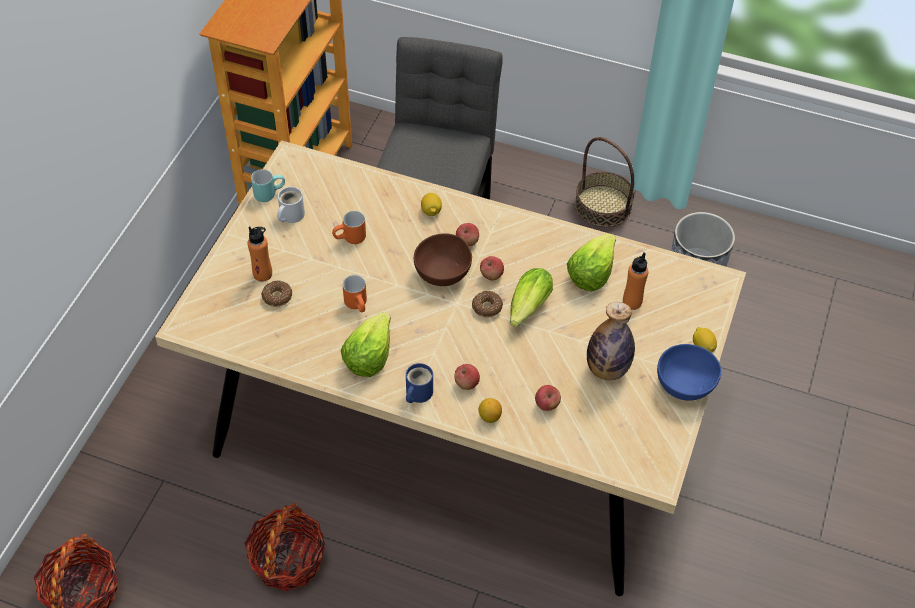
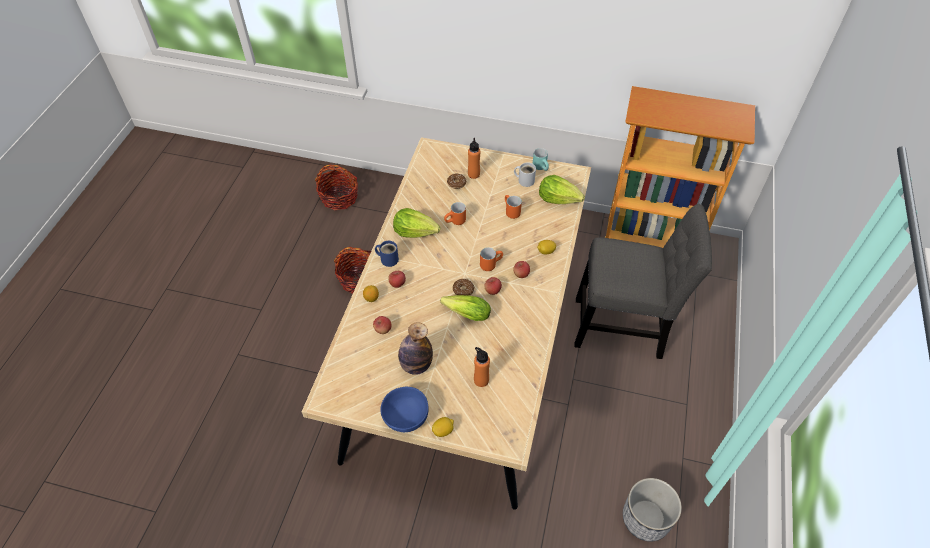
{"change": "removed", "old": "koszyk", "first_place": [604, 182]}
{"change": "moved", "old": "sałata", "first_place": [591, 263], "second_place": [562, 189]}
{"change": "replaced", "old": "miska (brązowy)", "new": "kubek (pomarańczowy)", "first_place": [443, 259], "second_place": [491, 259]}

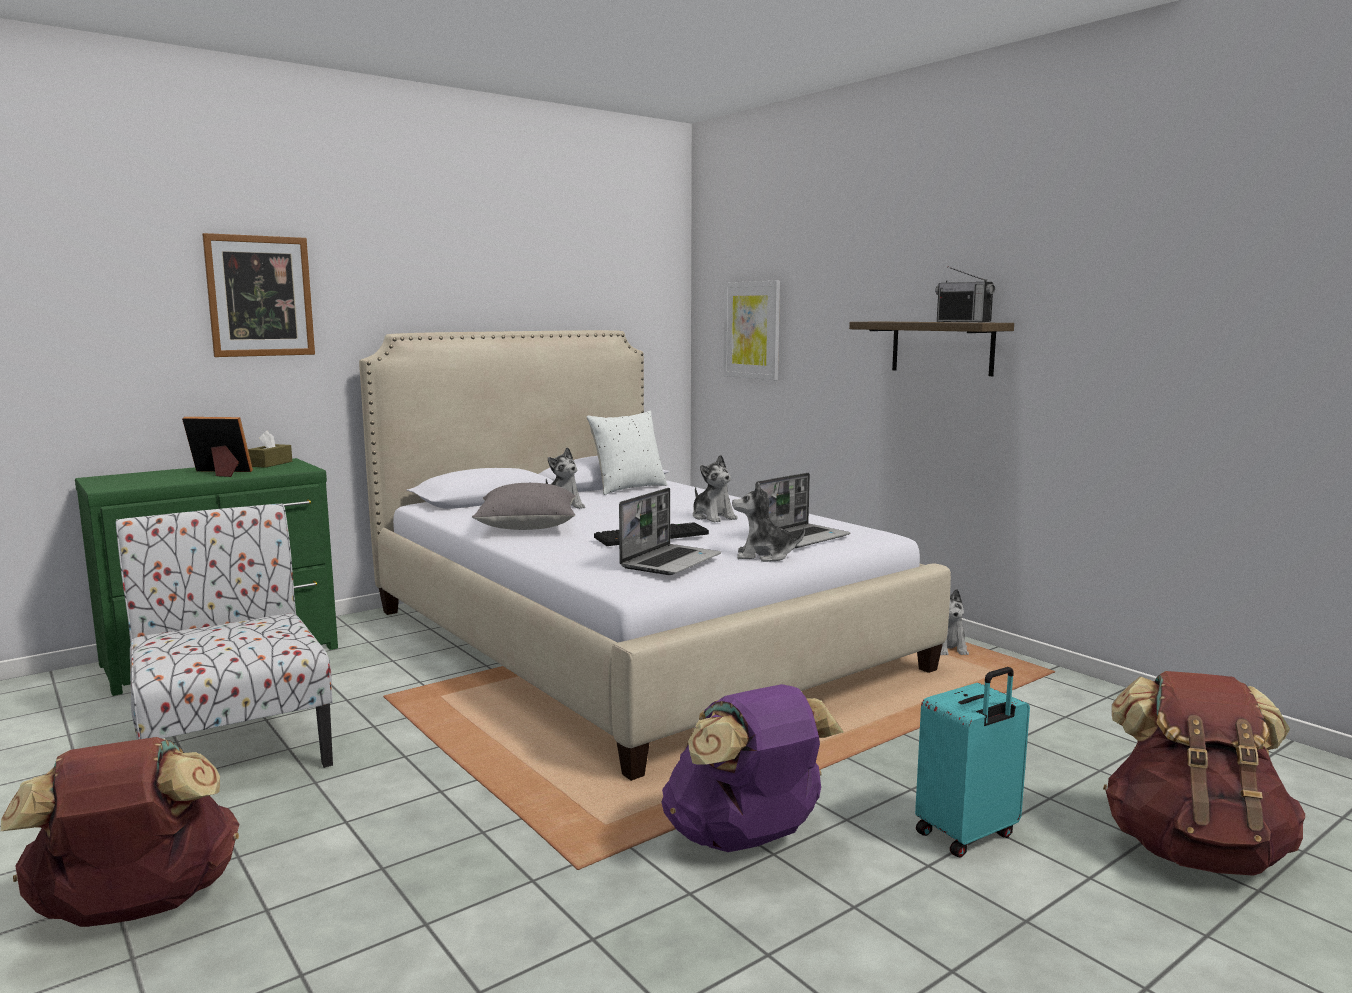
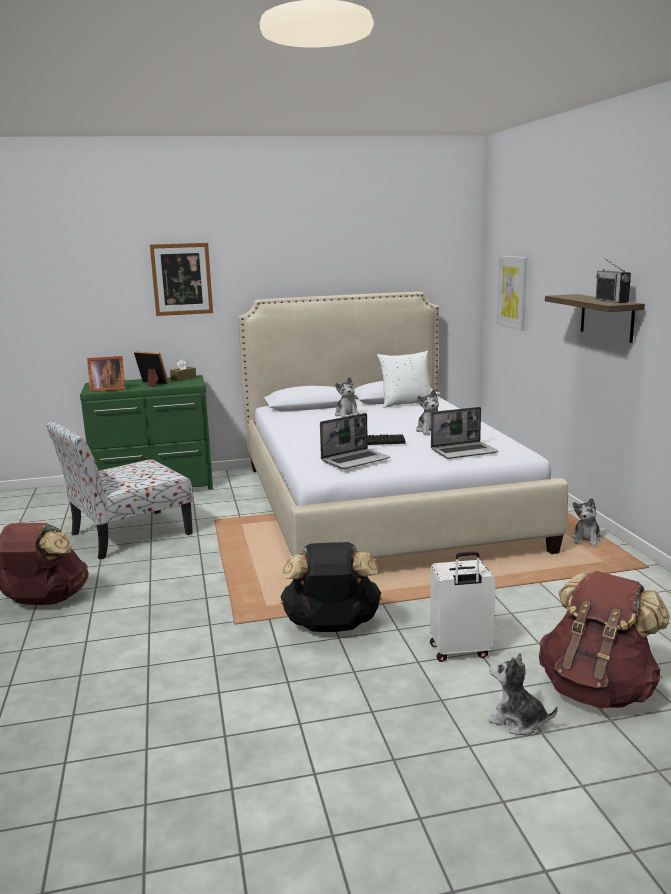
{"change": "removed", "old": "poduszka (szary)", "first_place": [524, 506]}
{"change": "added", "new": "ramka na zdjęcie", "second_place": [106, 374]}
{"change": "moved", "old": "pluszak", "first_place": [768, 522], "second_place": [523, 694]}
{"change": "recoloured", "old": "plecak (fioletowy)", "new": "plecak (czarny)", "first_place": [752, 768], "second_place": [331, 587]}
{"change": "recoloured", "old": "walizka (turkusowy)", "new": "walizka (biały)", "first_place": [972, 762], "second_place": [462, 606]}
{"change": "turned", "old": "krzesło", "first_place": [224, 635], "second_place": [119, 490], "degrees": -120}

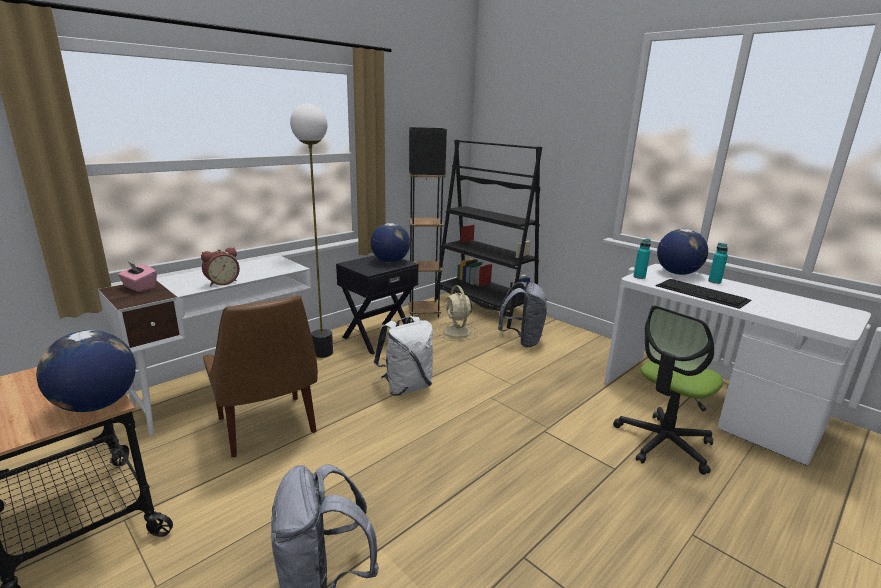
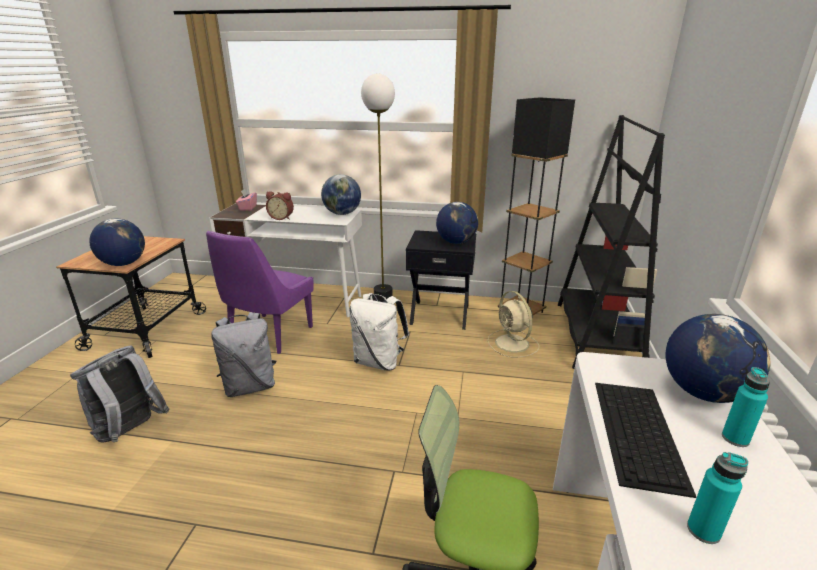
{"change": "added", "new": "globus", "second_place": [341, 194]}
{"change": "moved", "old": "plecak (szary)", "first_place": [522, 314], "second_place": [243, 354]}
{"change": "moved", "old": "butelka (turkusowy)", "first_place": [642, 259], "second_place": [717, 498]}
{"change": "recoloured", "old": "krzesło (brązowy)", "new": "krzesło (fioletowy)", "first_place": [260, 376], "second_place": [259, 292]}
{"change": "turned", "old": "wentylator (beżowy)", "first_place": [458, 313], "second_place": [513, 324], "degrees": -60}

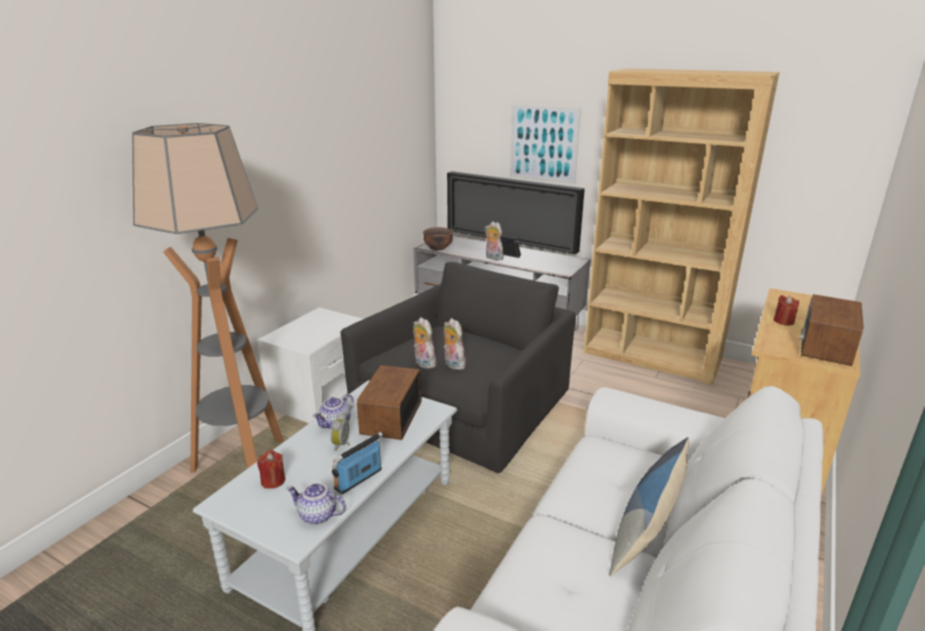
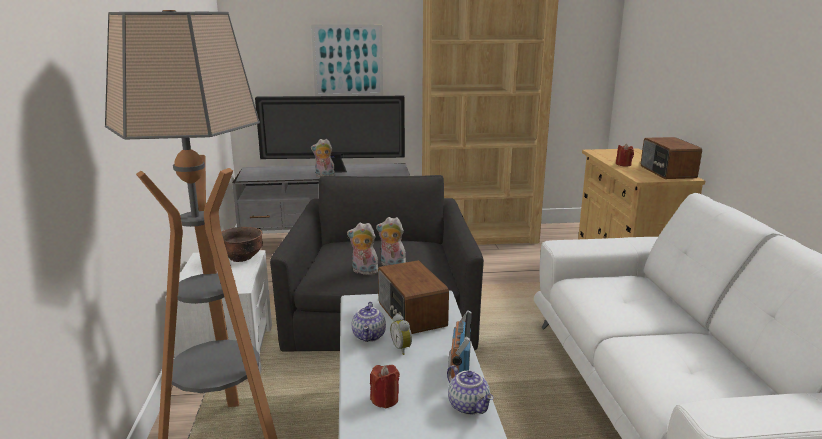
{"change": "removed", "old": "poduszka", "first_place": [649, 506]}
{"change": "moved", "old": "miska (brązowy)", "first_place": [438, 238], "second_place": [242, 244]}
{"change": "turned", "old": "imbryk", "first_place": [316, 504], "second_place": [470, 390], "degrees": -105}

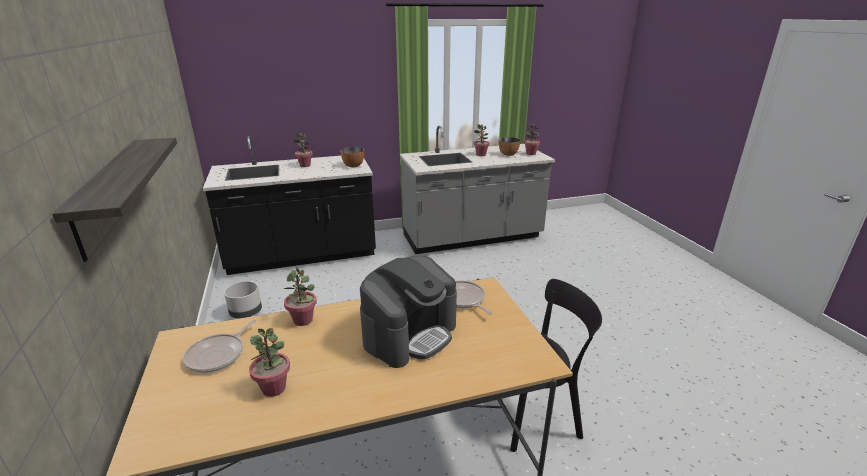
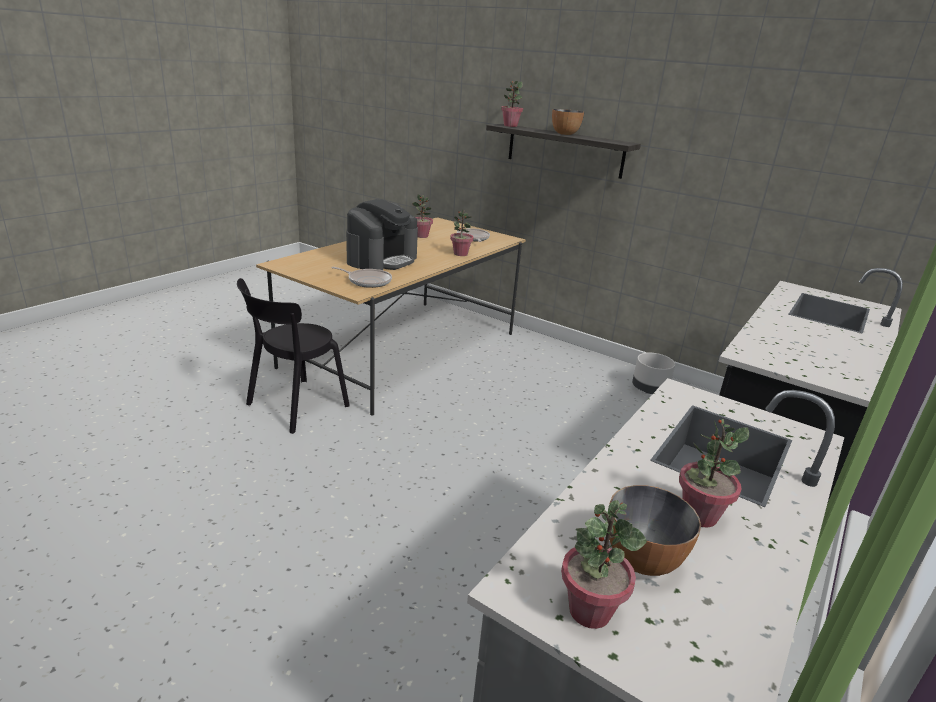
{"change": "moved", "old": "roślina doniczkowa", "first_place": [303, 150], "second_place": [512, 104]}
{"change": "moved", "old": "miska", "first_place": [352, 157], "second_place": [568, 122]}
{"change": "turned", "old": "ekspres do kawy", "first_place": [408, 312], "second_place": [382, 234], "degrees": -150}

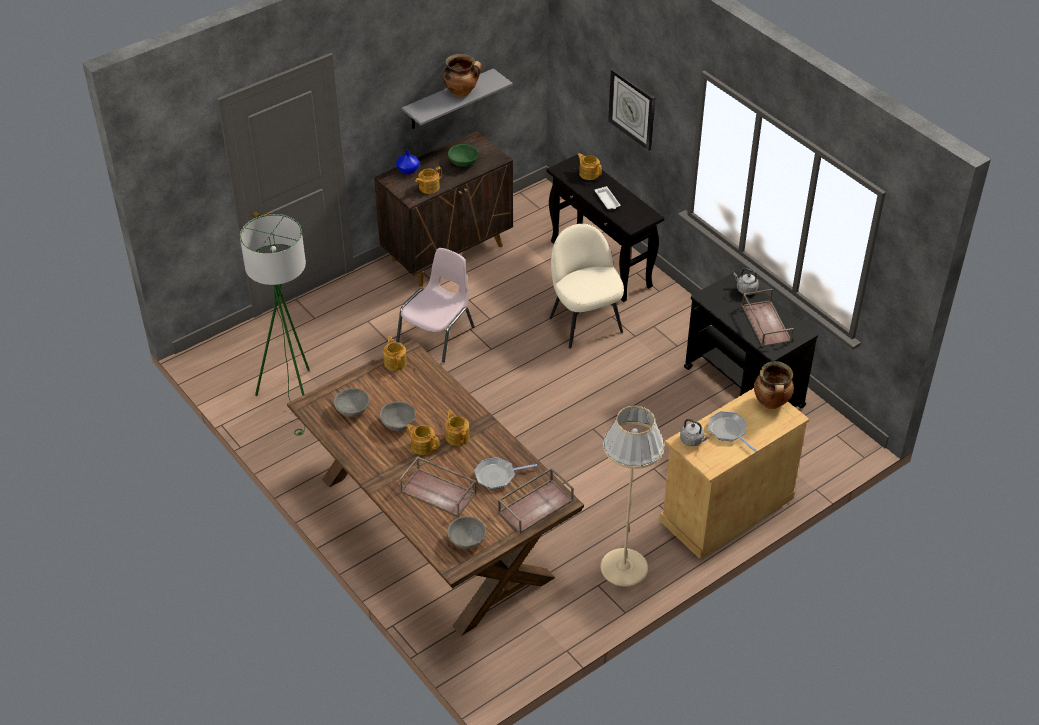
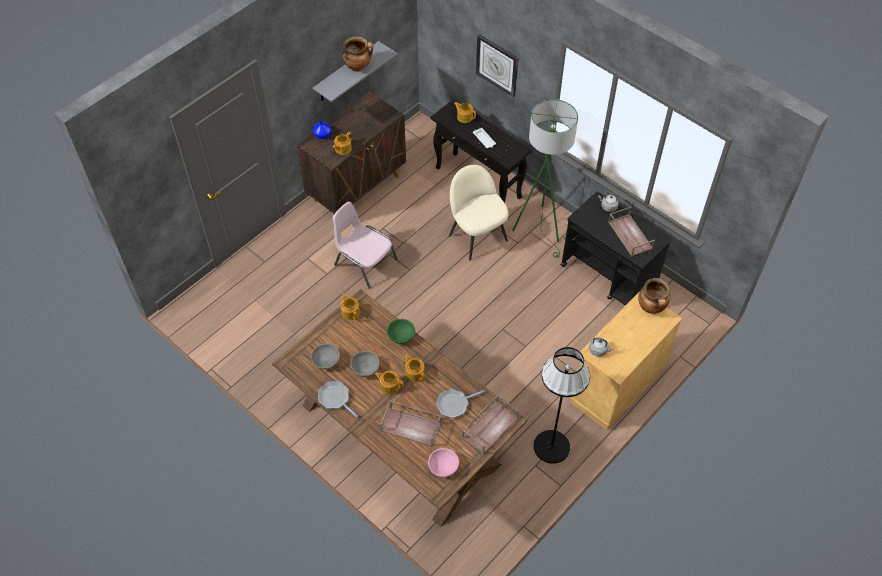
{"change": "moved", "old": "lampa stojąca (zielony)", "first_place": [275, 325], "second_place": [545, 178]}
{"change": "moved", "old": "miska (zielony)", "first_place": [463, 155], "second_place": [401, 331]}
{"change": "moved", "old": "patelnia", "first_place": [732, 432], "second_place": [338, 399]}
{"change": "recoloured", "old": "miska (szary)", "new": "miska (różowy)", "first_place": [466, 532], "second_place": [443, 462]}
{"change": "recoloured", "old": "lampa stojąca (beżowy)", "new": "lampa stojąca (czarny)", "first_place": [632, 496], "second_place": [561, 405]}
{"change": "turned", "old": "krzesło (różowy)", "first_place": [435, 305], "second_place": [365, 245], "degrees": -75}

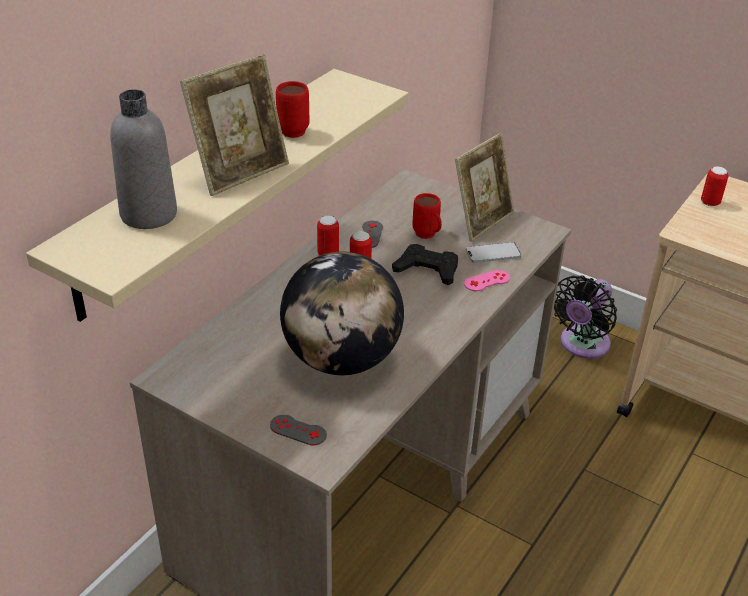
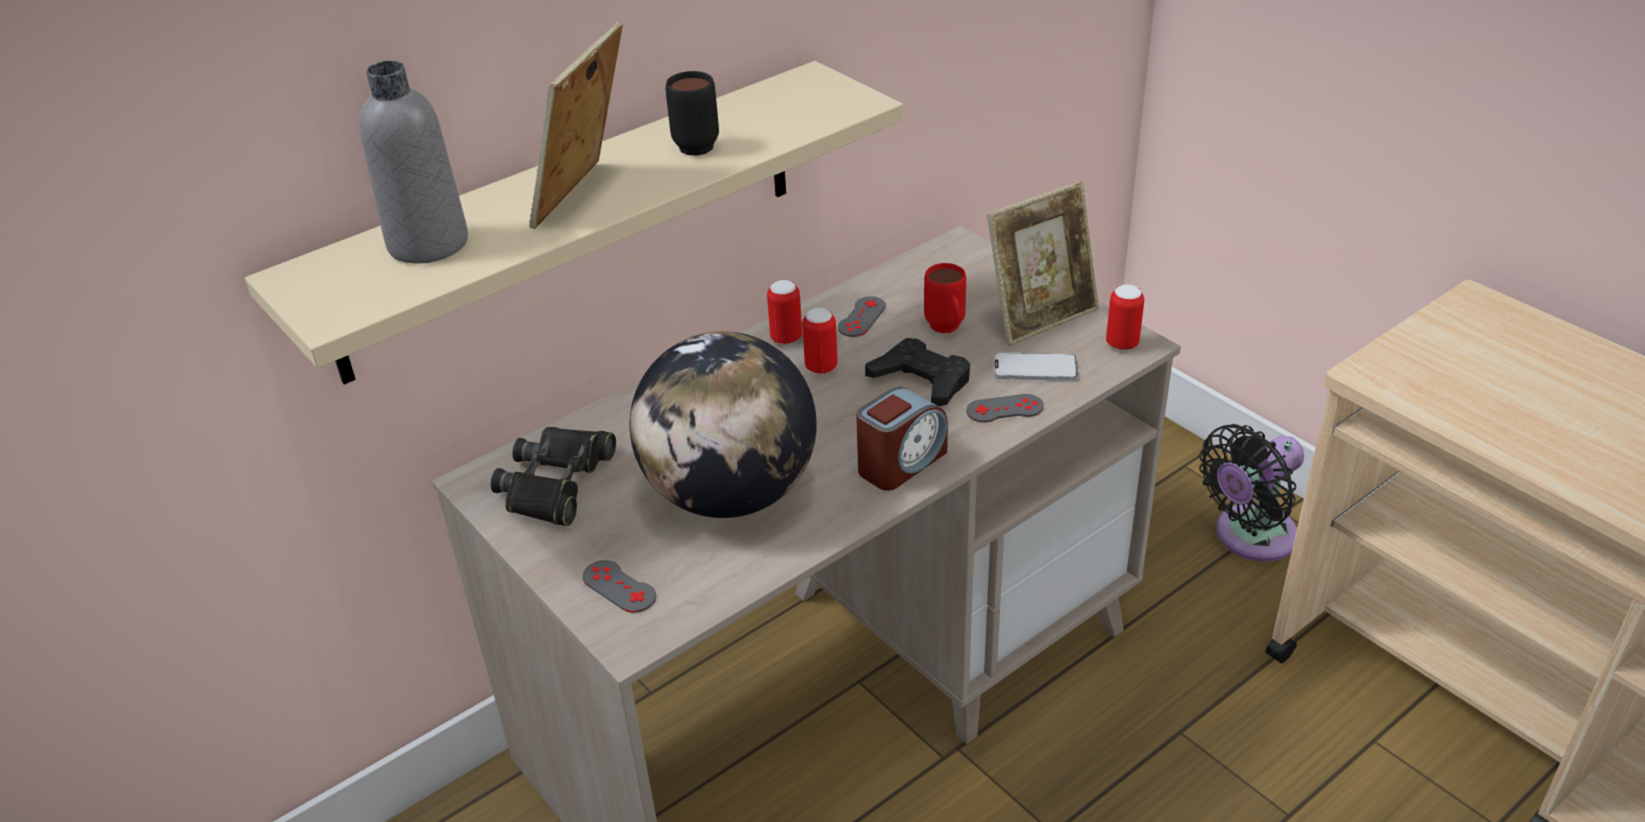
{"change": "added", "new": "lornetka (czarny)", "second_place": [553, 476]}
{"change": "added", "new": "budzik", "second_place": [902, 439]}
{"change": "moved", "old": "puszka", "first_place": [714, 186], "second_place": [1125, 317]}
{"change": "recoloured", "old": "kubek (czerwony)", "new": "kubek (czarny)", "first_place": [292, 109], "second_place": [692, 113]}
{"change": "recoloured", "old": "pad do gier (różowy)", "new": "pad do gier (szary)", "first_place": [487, 280], "second_place": [1005, 408]}
{"change": "turned", "old": "ramka na zdjęcie", "first_place": [234, 125], "second_place": [576, 125], "degrees": 135}

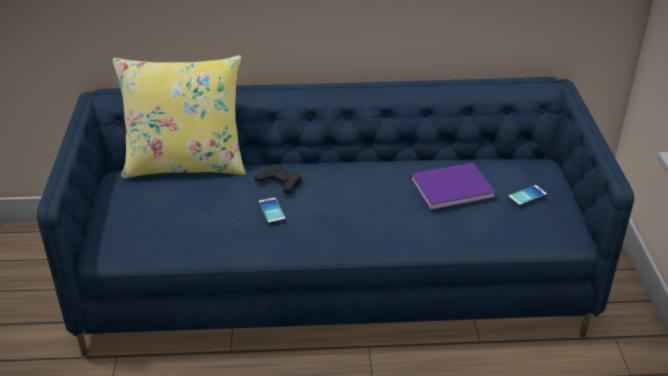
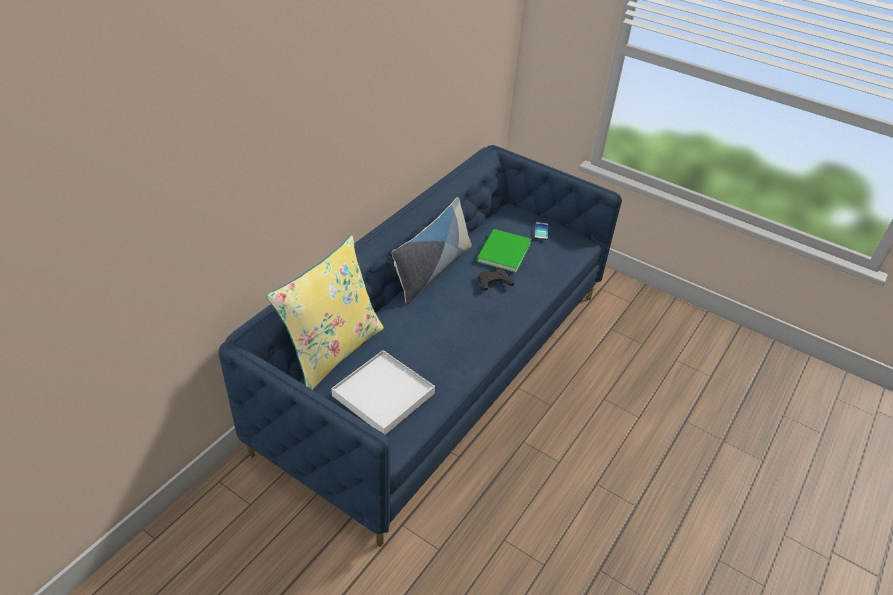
{"change": "removed", "old": "telefon", "first_place": [272, 210]}
{"change": "added", "new": "taca (biały)", "second_place": [383, 392]}
{"change": "added", "new": "poduszka", "second_place": [432, 250]}
{"change": "moved", "old": "pad do gier (czarny)", "first_place": [278, 179], "second_place": [496, 279]}
{"change": "recoloured", "old": "książka (fioletowy)", "new": "książka (zielony)", "first_place": [453, 186], "second_place": [503, 251]}

